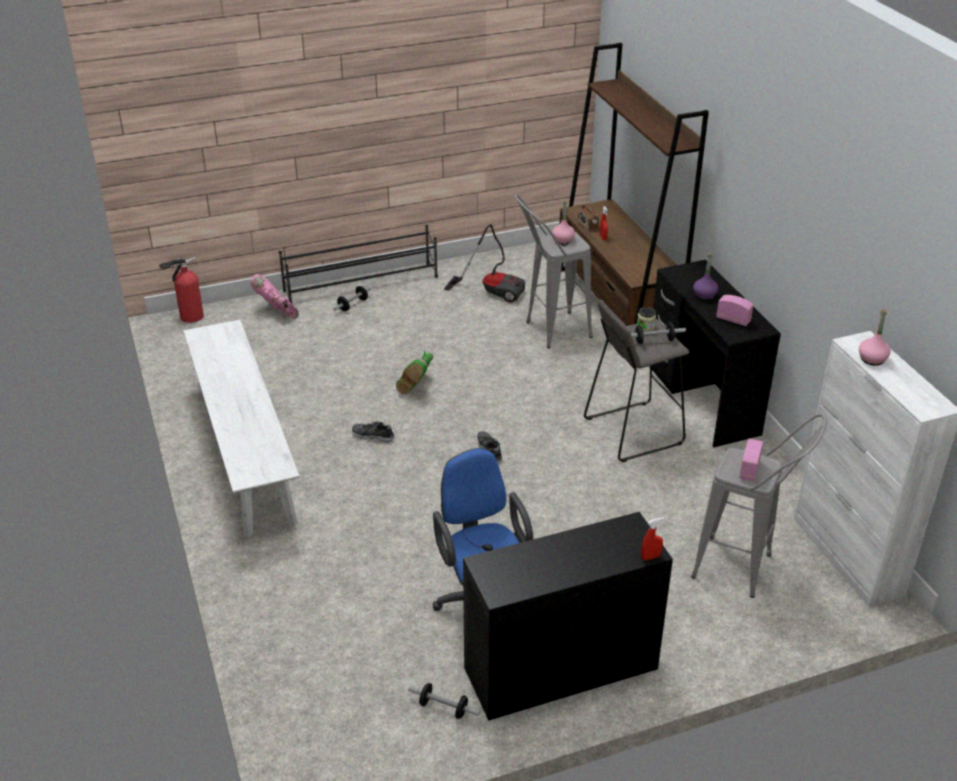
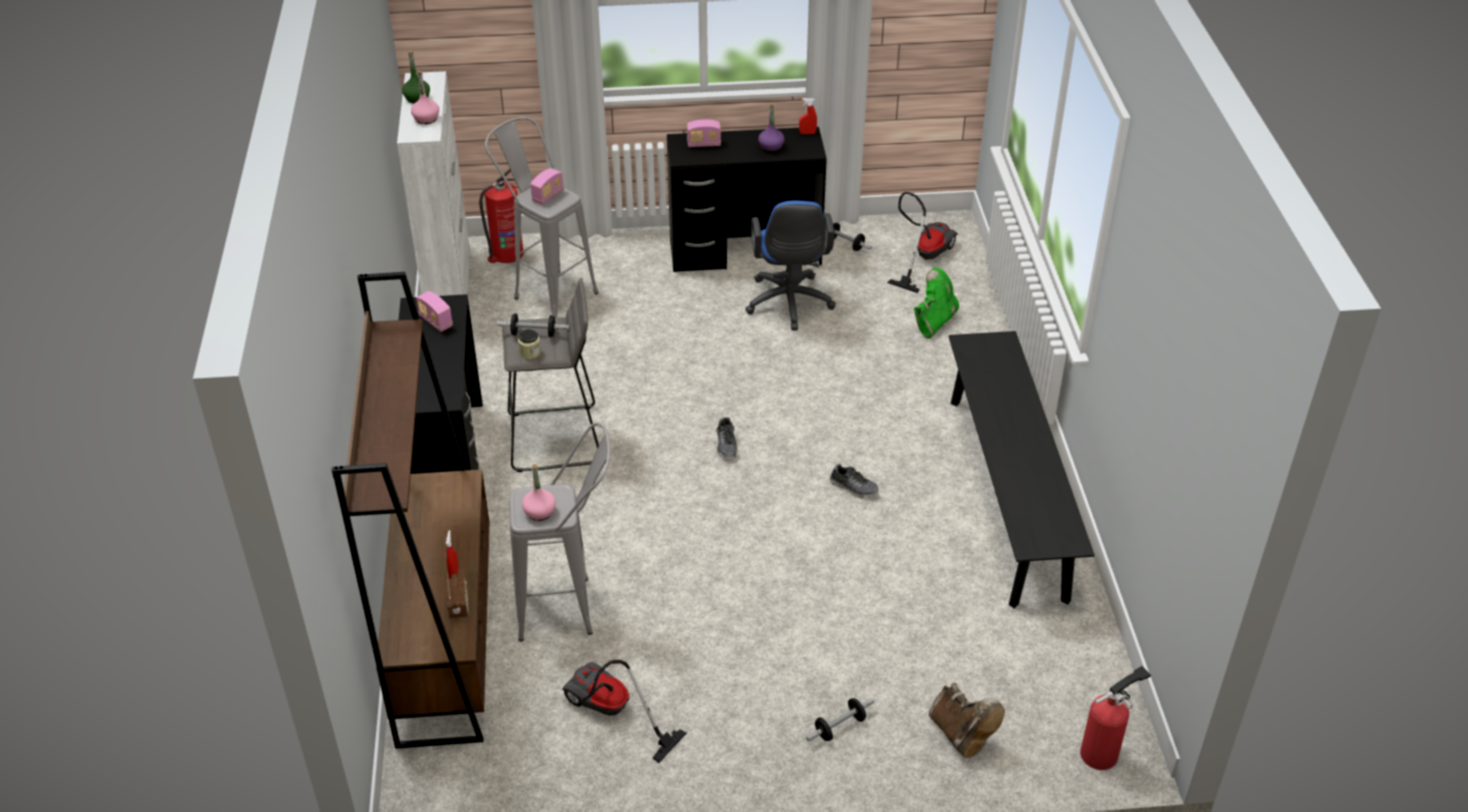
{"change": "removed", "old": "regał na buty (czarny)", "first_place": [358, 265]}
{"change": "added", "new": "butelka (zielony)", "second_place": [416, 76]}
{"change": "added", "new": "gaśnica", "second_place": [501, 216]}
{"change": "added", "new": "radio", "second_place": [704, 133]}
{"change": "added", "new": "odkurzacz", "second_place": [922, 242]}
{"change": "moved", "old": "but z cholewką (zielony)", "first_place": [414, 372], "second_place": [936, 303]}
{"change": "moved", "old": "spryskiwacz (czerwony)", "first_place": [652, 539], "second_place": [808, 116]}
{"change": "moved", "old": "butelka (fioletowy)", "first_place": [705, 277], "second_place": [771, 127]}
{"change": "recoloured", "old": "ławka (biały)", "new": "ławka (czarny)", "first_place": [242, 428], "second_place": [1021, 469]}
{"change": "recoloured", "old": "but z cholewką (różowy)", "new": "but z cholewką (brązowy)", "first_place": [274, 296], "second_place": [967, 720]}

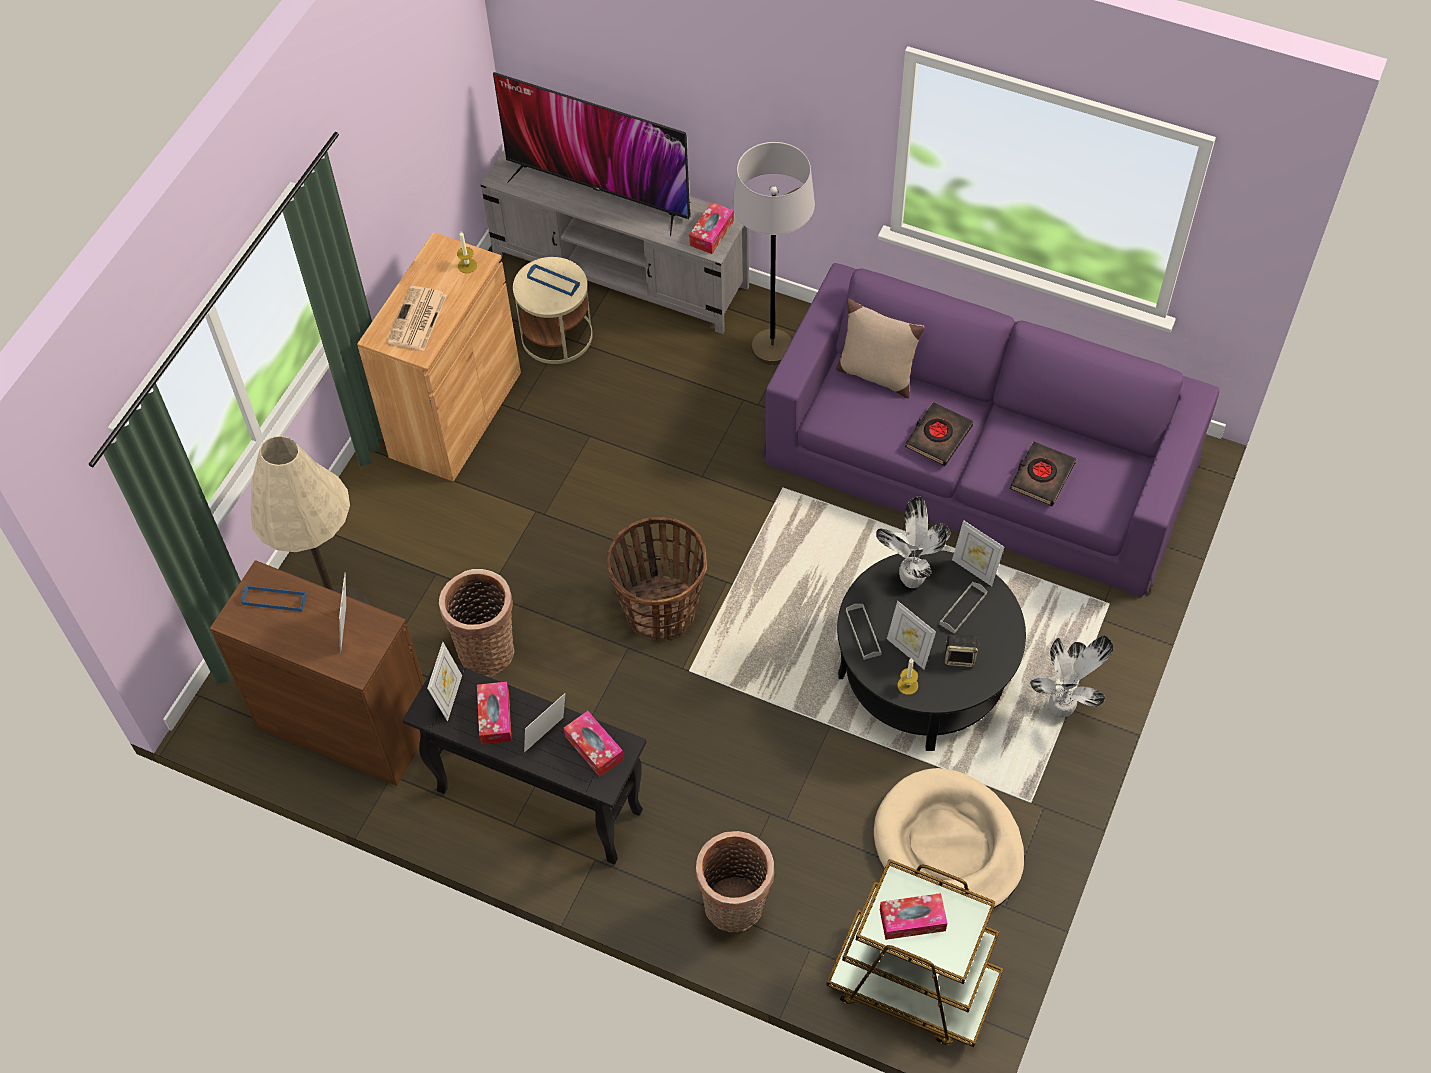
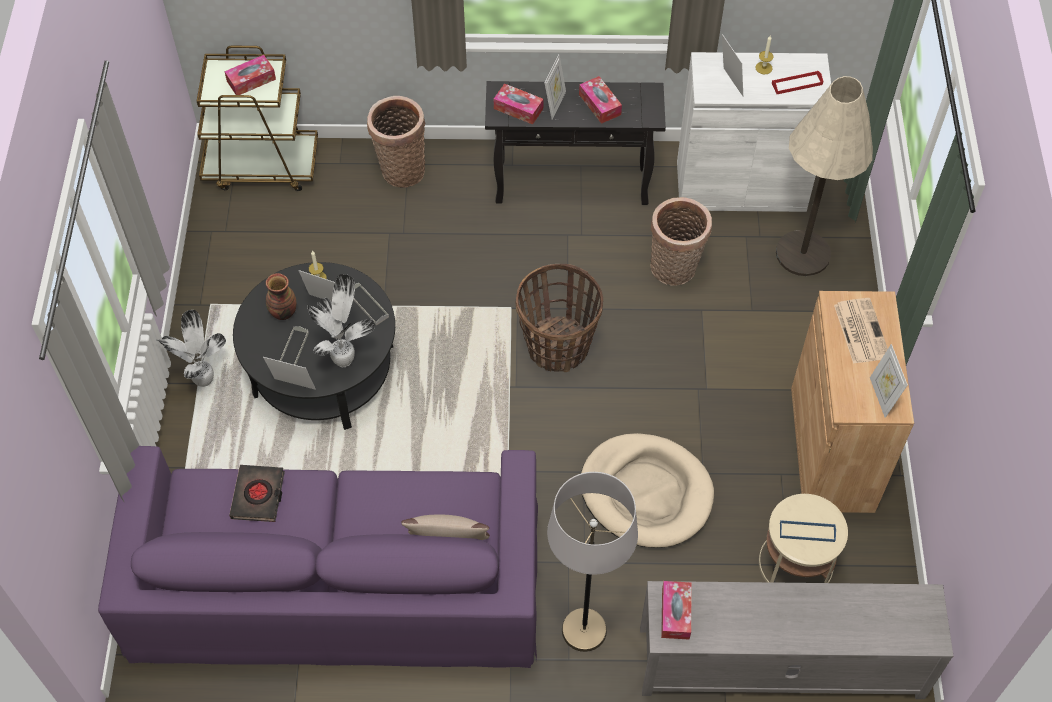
{"change": "removed", "old": "telewizor", "first_place": [592, 154]}
{"change": "removed", "old": "książka (czarny)", "first_place": [939, 434]}
{"change": "moved", "old": "ramka na zdjęcie", "first_place": [444, 681], "second_place": [889, 381]}
{"change": "moved", "old": "świeca", "first_place": [467, 252], "second_place": [764, 55]}
{"change": "moved", "old": "legowisko (beżowy)", "first_place": [949, 838], "second_place": [647, 490]}
{"change": "replaced", "old": "głośnik", "new": "wazon", "first_place": [962, 650], "second_place": [281, 296]}
{"change": "recoloured", "old": "szafka (brązowy)", "new": "szafka (biały)", "first_place": [317, 673], "second_place": [754, 132]}
{"change": "recoloured", "old": "taca (niebieski)", "new": "taca (czerwony)", "first_place": [274, 598], "second_place": [797, 82]}

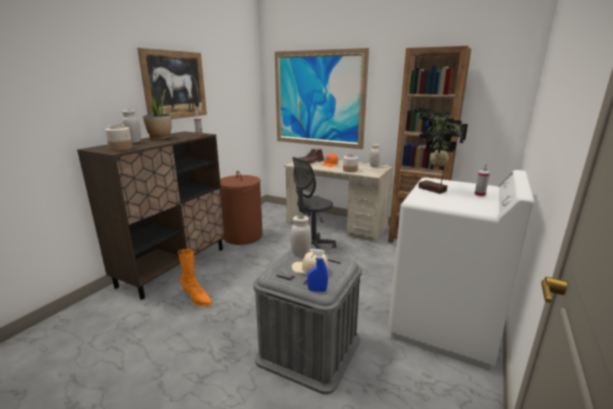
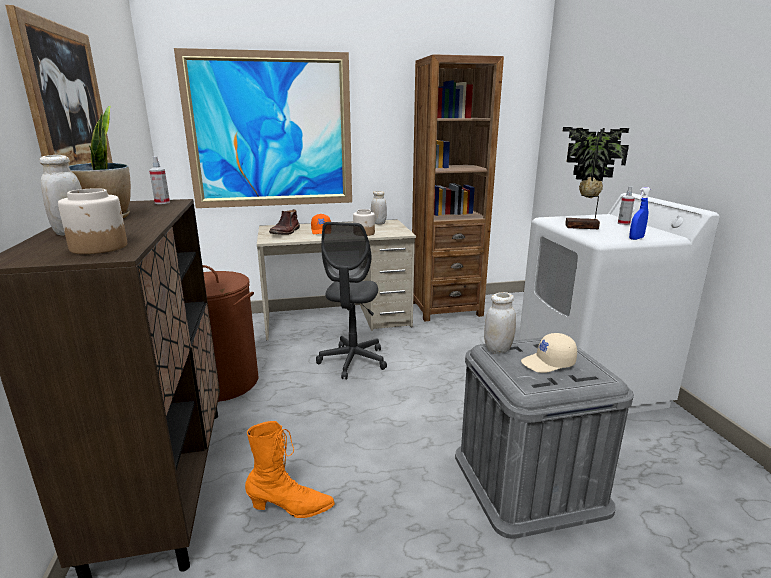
{"change": "moved", "old": "spryskiwacz (niebieski)", "first_place": [317, 270], "second_place": [640, 213]}

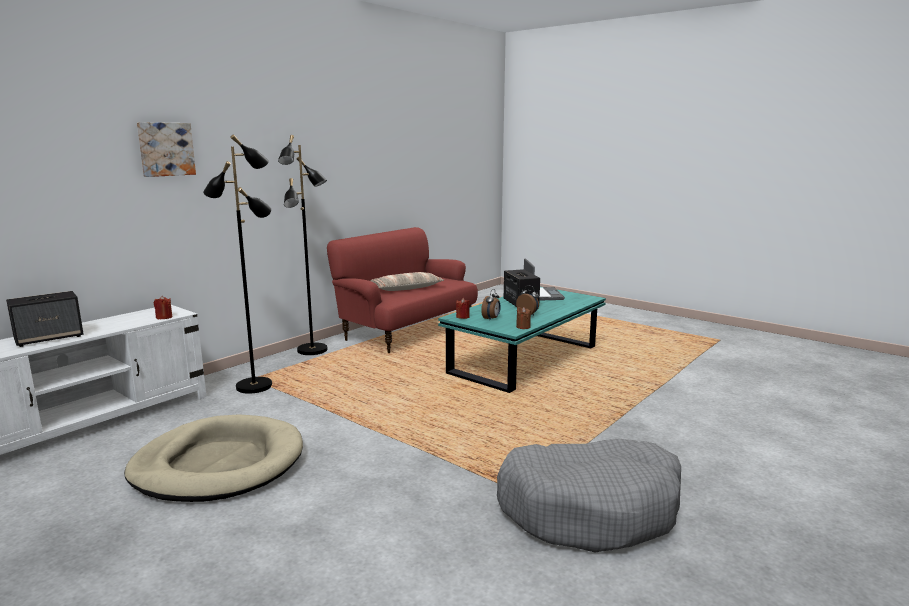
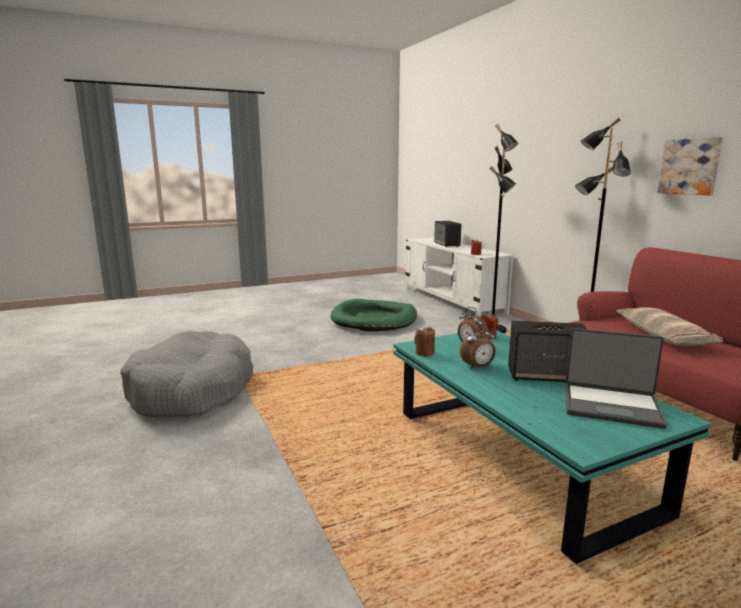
{"change": "moved", "old": "obraz", "first_place": [166, 149], "second_place": [690, 166]}
{"change": "recoloured", "old": "legowisko (beżowy)", "new": "legowisko (zielony)", "first_place": [213, 458], "second_place": [373, 315]}

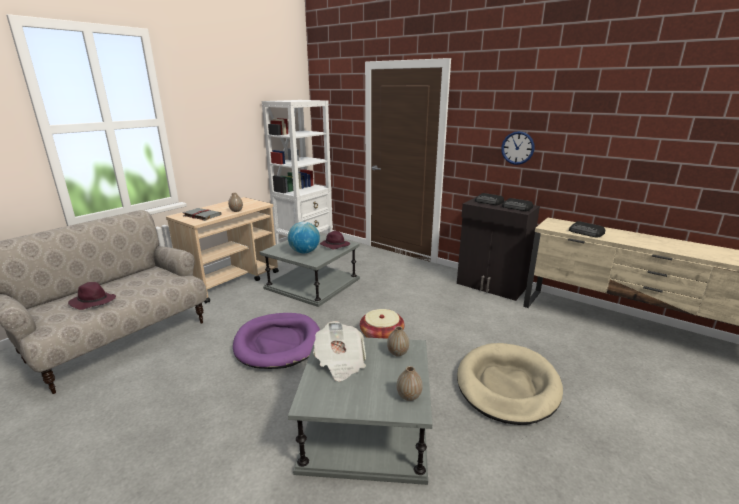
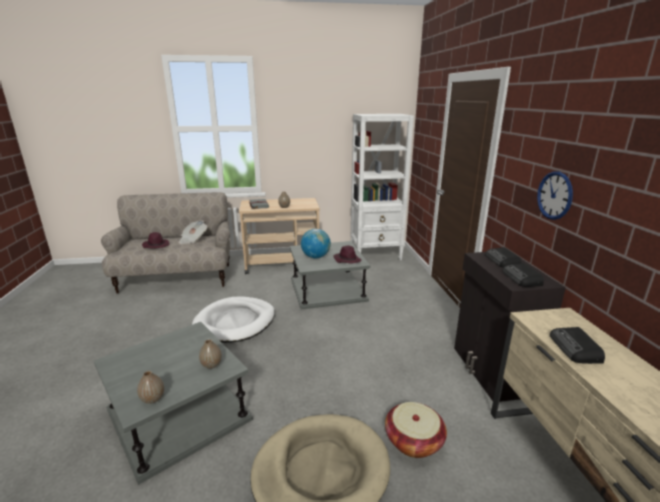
{"change": "moved", "old": "gazeta", "first_place": [339, 351], "second_place": [192, 232]}
{"change": "moved", "old": "koszyk", "first_place": [382, 324], "second_place": [416, 430]}
{"change": "recoloured", "old": "legowisko (fioletowy)", "new": "legowisko (biały)", "first_place": [276, 341], "second_place": [233, 319]}

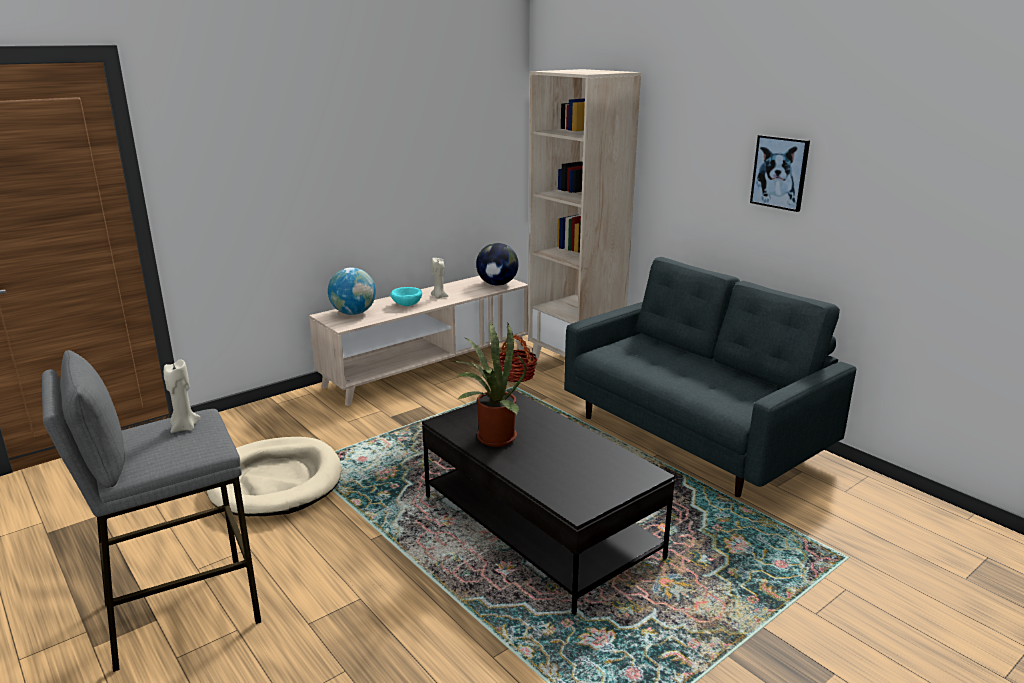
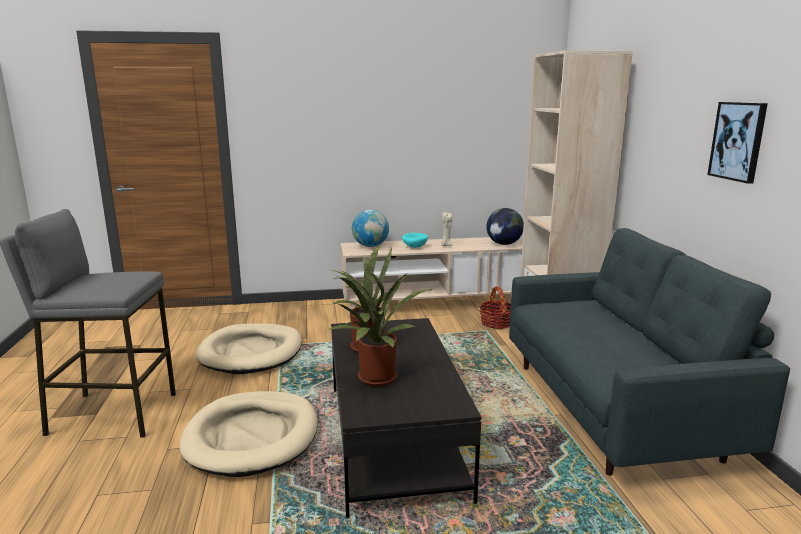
{"change": "removed", "old": "świeca (beżowy)", "first_place": [182, 396]}
{"change": "added", "new": "legowisko (beżowy)", "second_place": [248, 434]}
{"change": "added", "new": "roślina doniczkowa", "second_place": [381, 328]}

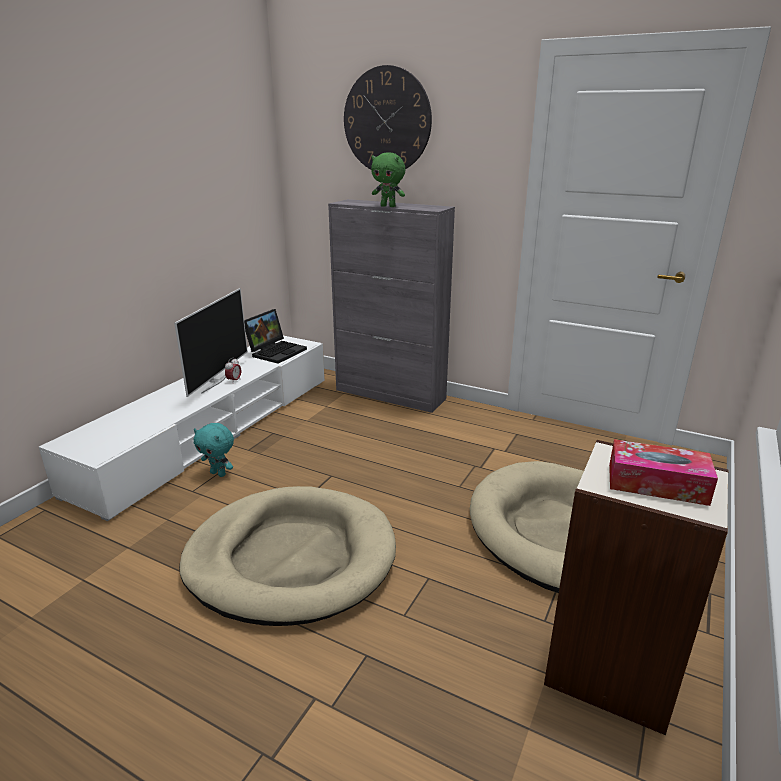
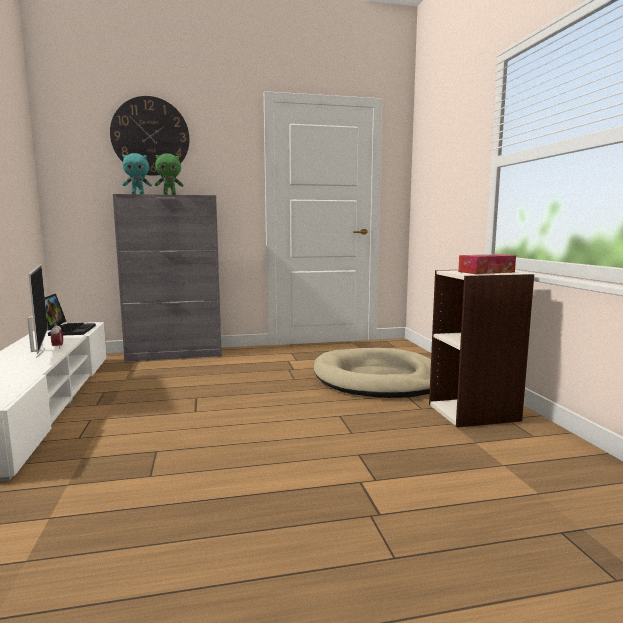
{"change": "removed", "old": "legowisko (beżowy)", "first_place": [287, 556]}
{"change": "moved", "old": "pluszak (turkusowy)", "first_place": [214, 450], "second_place": [137, 173]}

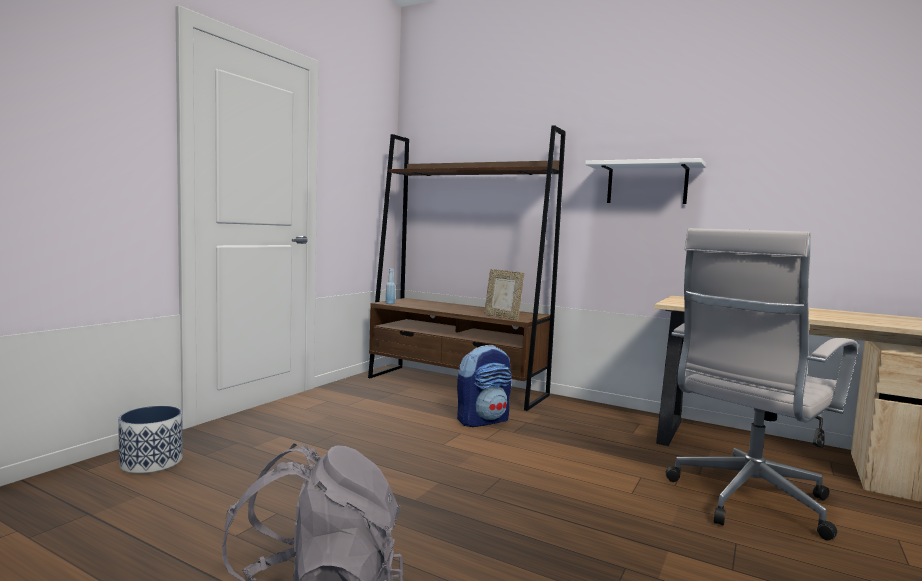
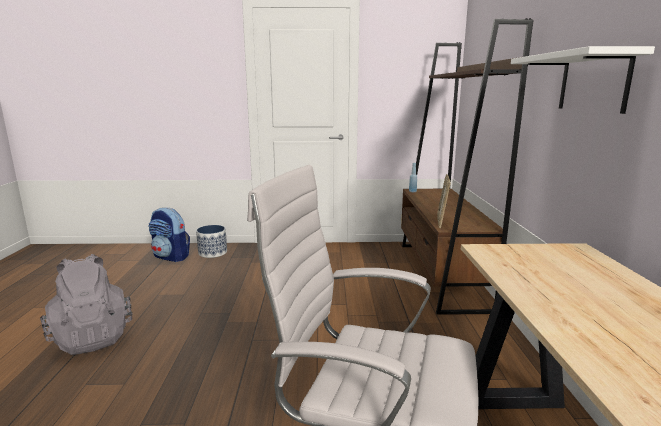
{"change": "moved", "old": "plecak", "first_place": [484, 386], "second_place": [169, 234]}

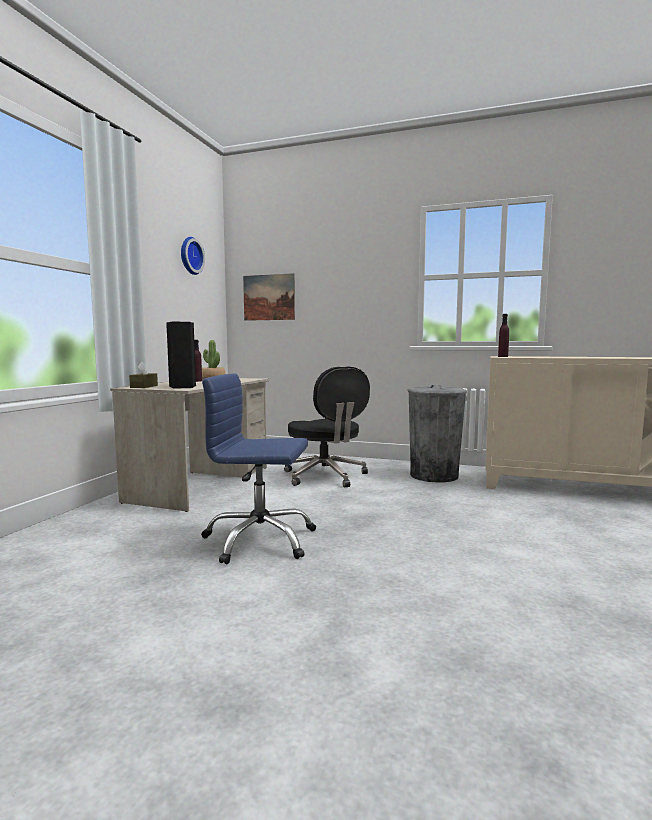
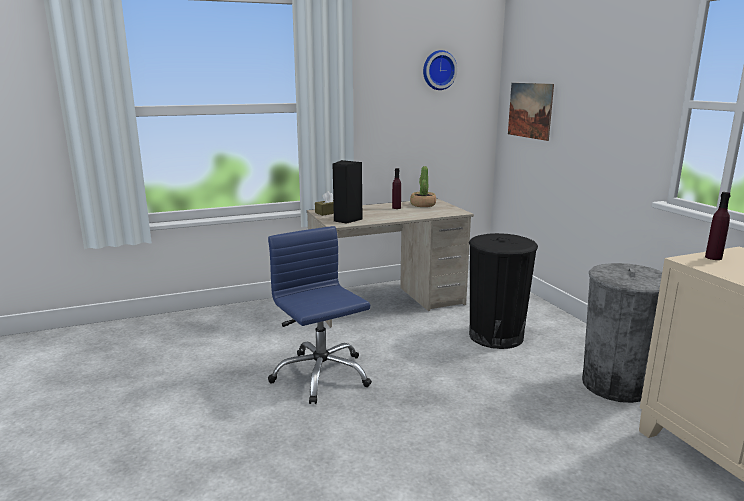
{"change": "replaced", "old": "krzesło biurowe (czarny)", "new": "kosz na śmieci (czarny)", "first_place": [327, 427], "second_place": [503, 291]}

